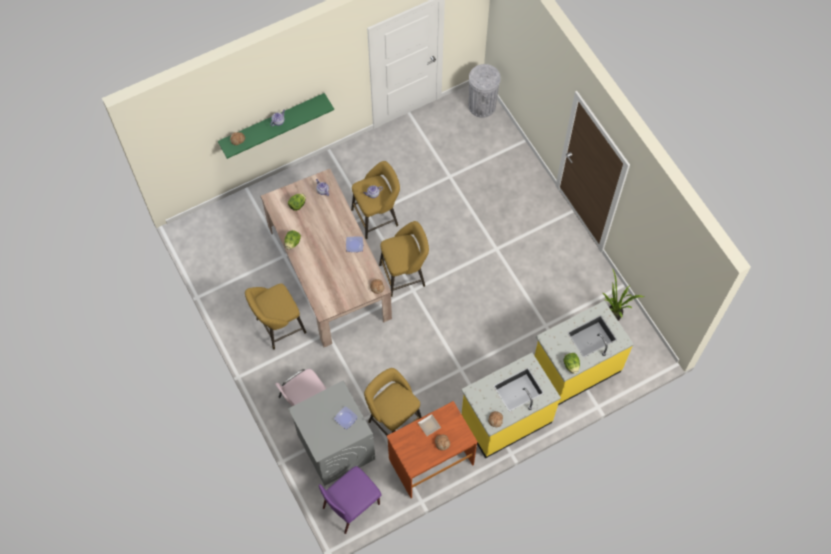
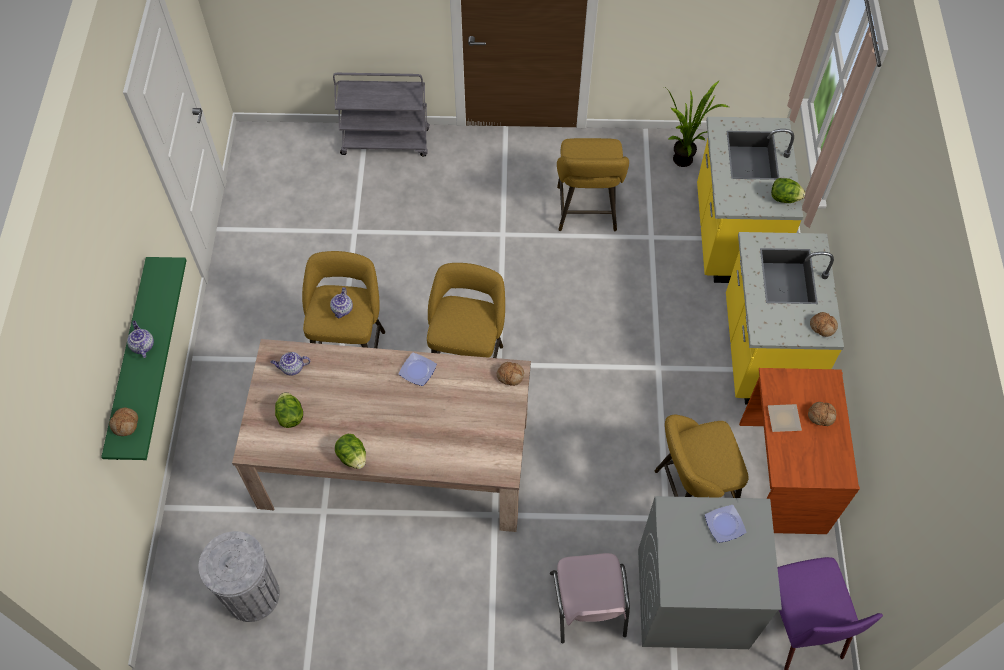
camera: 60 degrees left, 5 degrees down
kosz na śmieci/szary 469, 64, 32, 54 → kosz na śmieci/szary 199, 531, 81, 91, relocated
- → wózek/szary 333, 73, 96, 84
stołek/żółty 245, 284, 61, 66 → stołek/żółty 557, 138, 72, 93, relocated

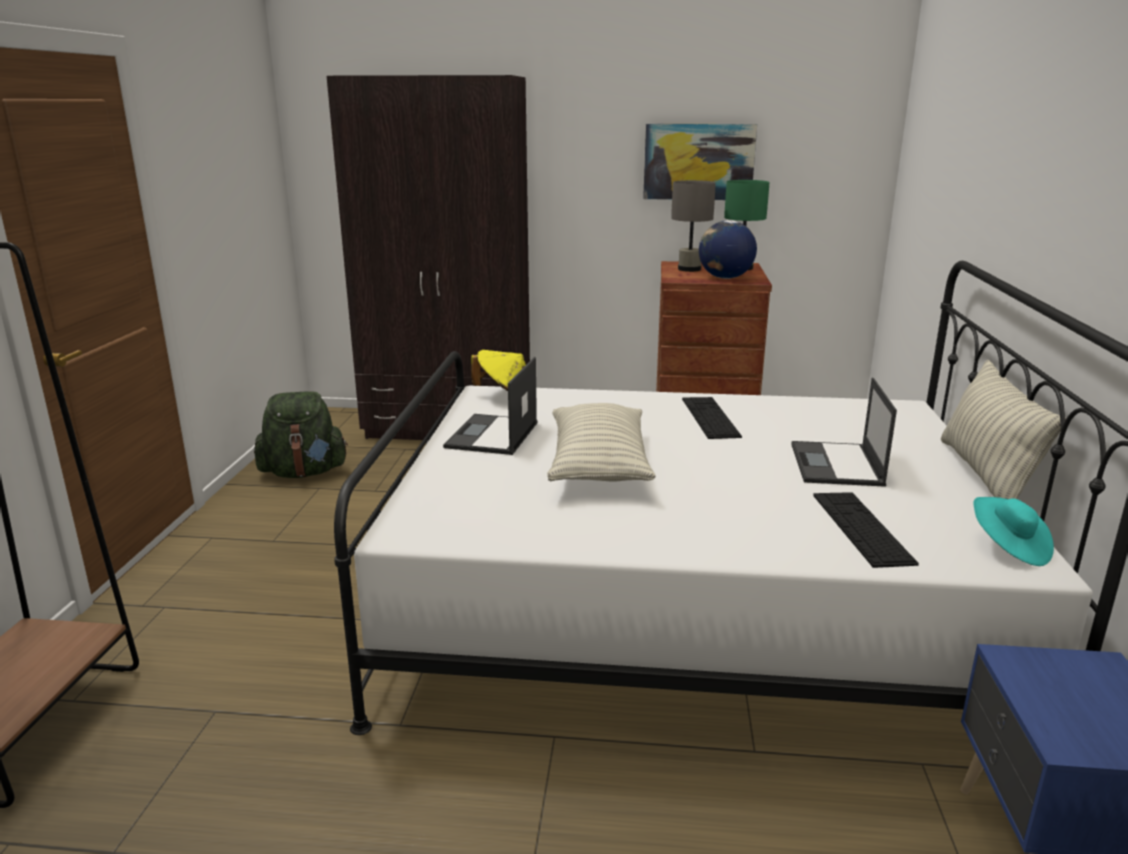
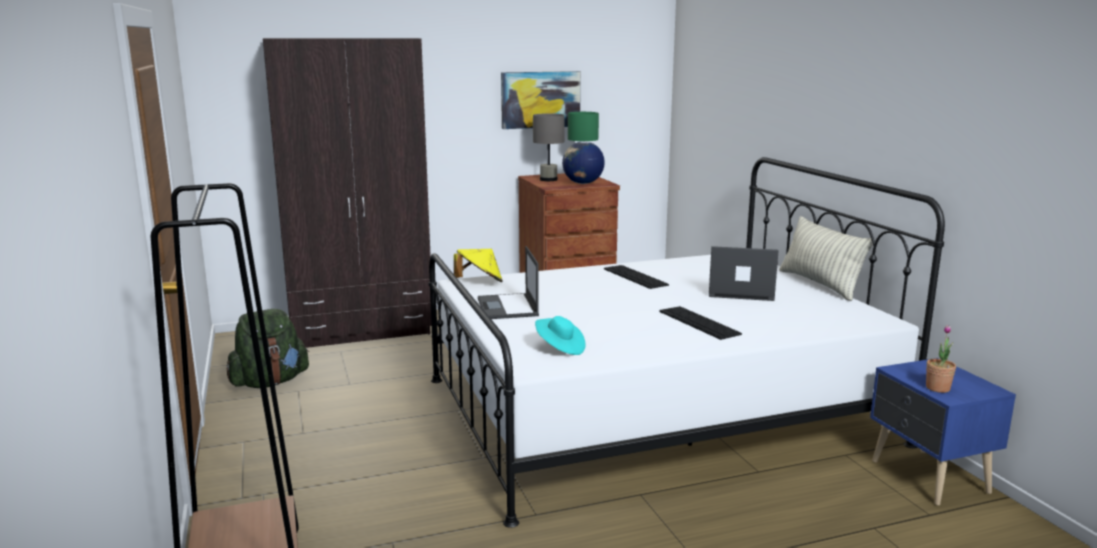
camera: 25 degrees left, 5 degrees down
kapelusz/turkusowy 973, 497, 81, 69 → kapelusz/turkusowy 535, 316, 51, 39, relocated
klawiatura 813, 492, 106, 76 → klawiatura 659, 306, 83, 34, relocated
laptop 791, 377, 106, 110 → laptop 709, 246, 70, 55, 120 degrees clockwise
- → roślina doniczkowa 926, 325, 30, 68
poduszka 547, 403, 109, 79 → -

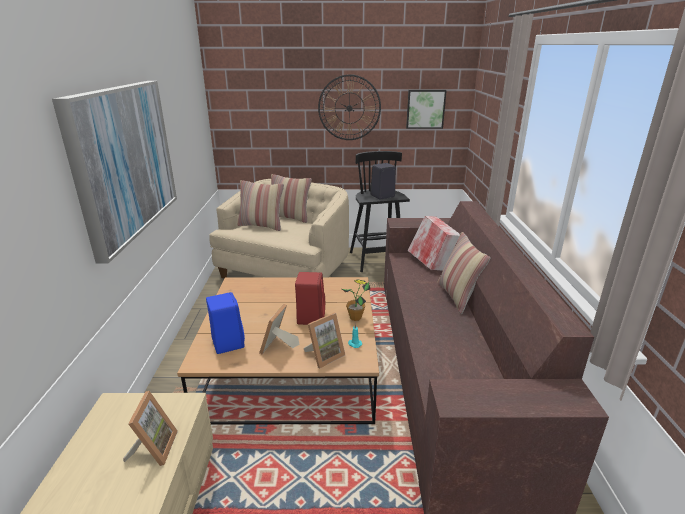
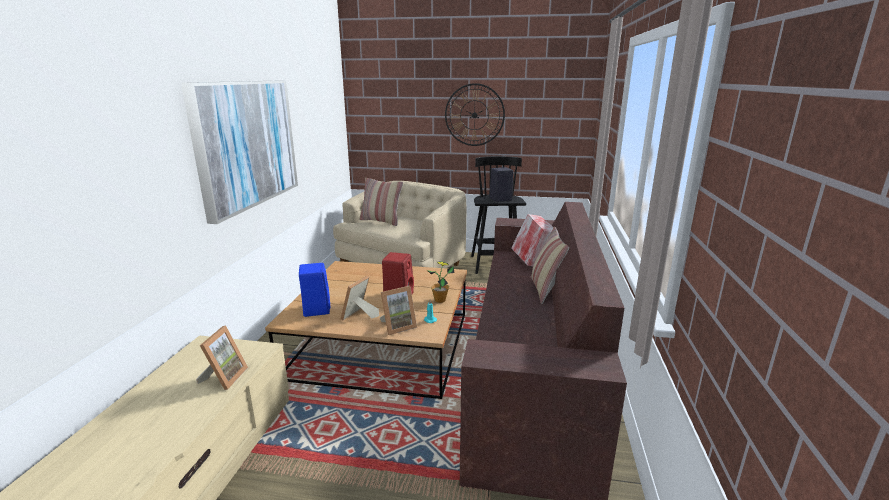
camera: 10 degrees right, 5 degrees down
poduszka 271, 174, 41, 49 → -
obraz 406, 90, 41, 39 → -

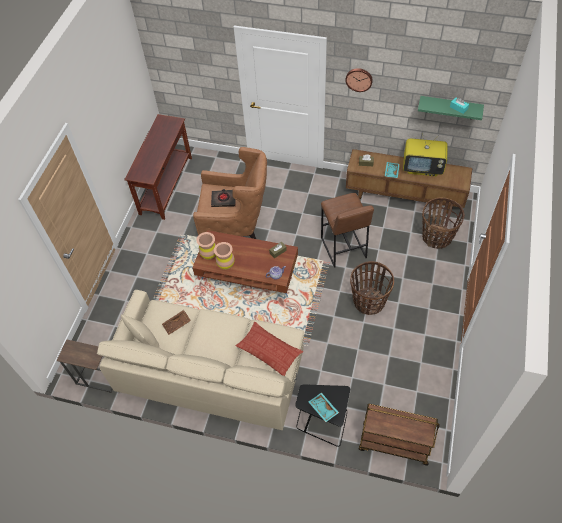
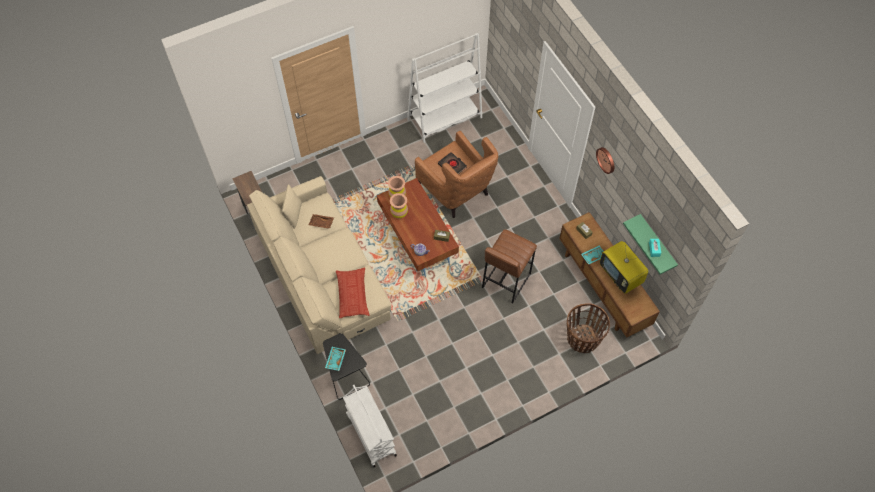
camera: 45 degrees right, 5 degrees up
wózek/brązowy 358, 404, 82, 62 → wózek/biały 343, 385, 54, 82
stolik konsolowy/brązowy 124, 114, 68, 106 → regał/biały 407, 33, 75, 110
koszyk 350, 261, 44, 54 → -

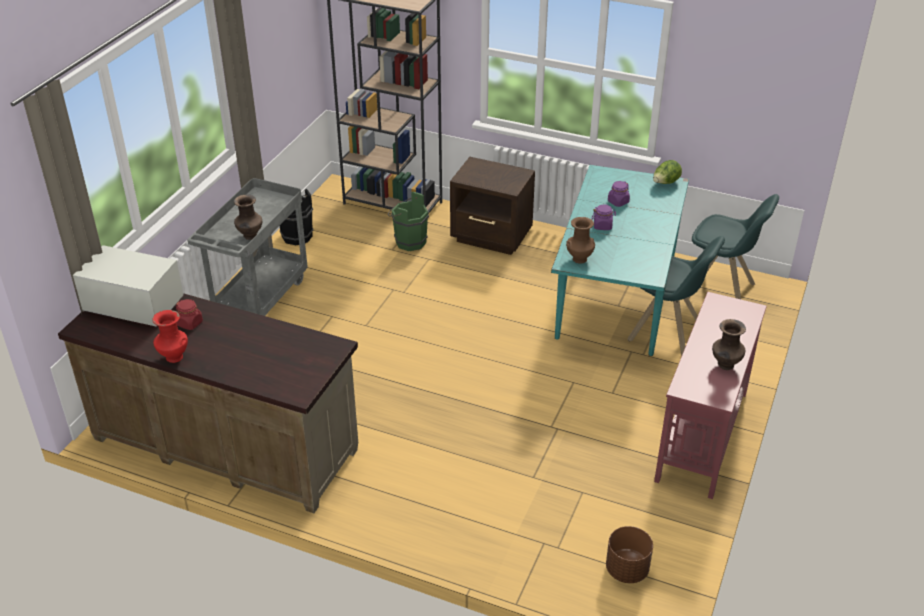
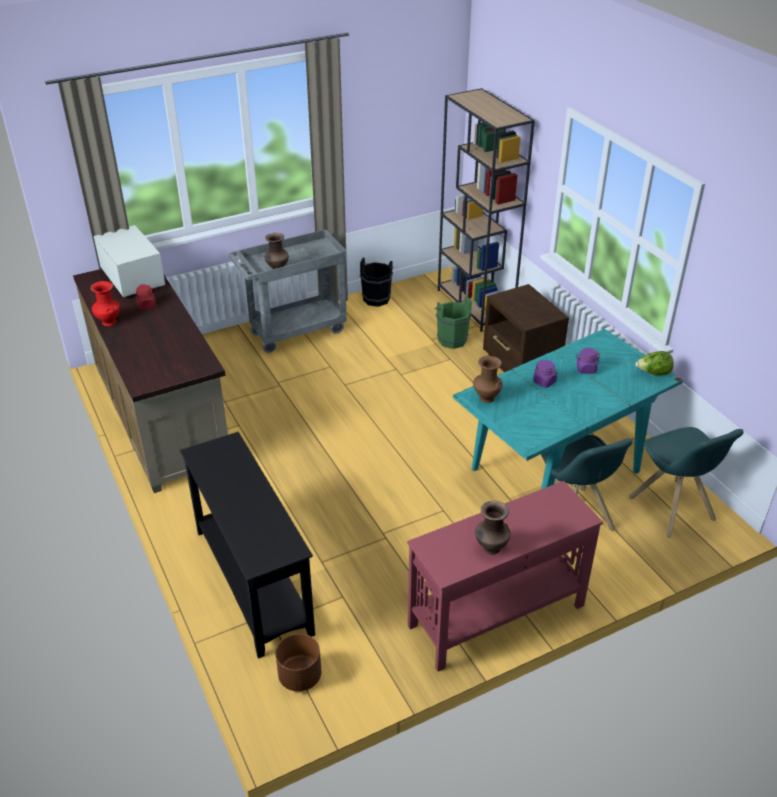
camera: 40 degrees right, 0 degrees up
- → stolik konsolowy/czarny 180, 432, 135, 226

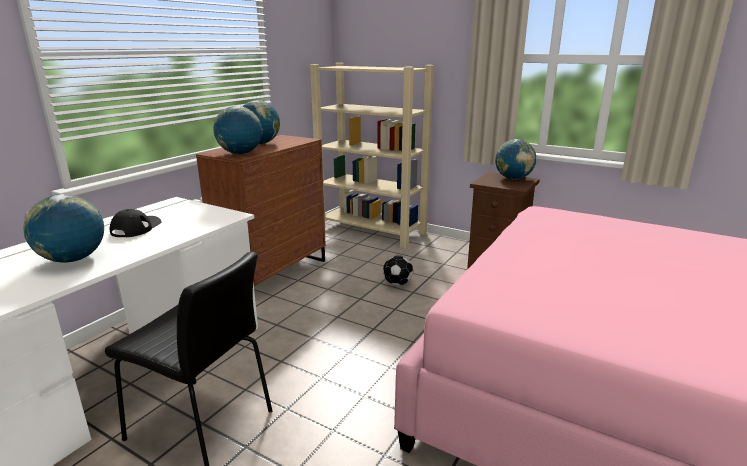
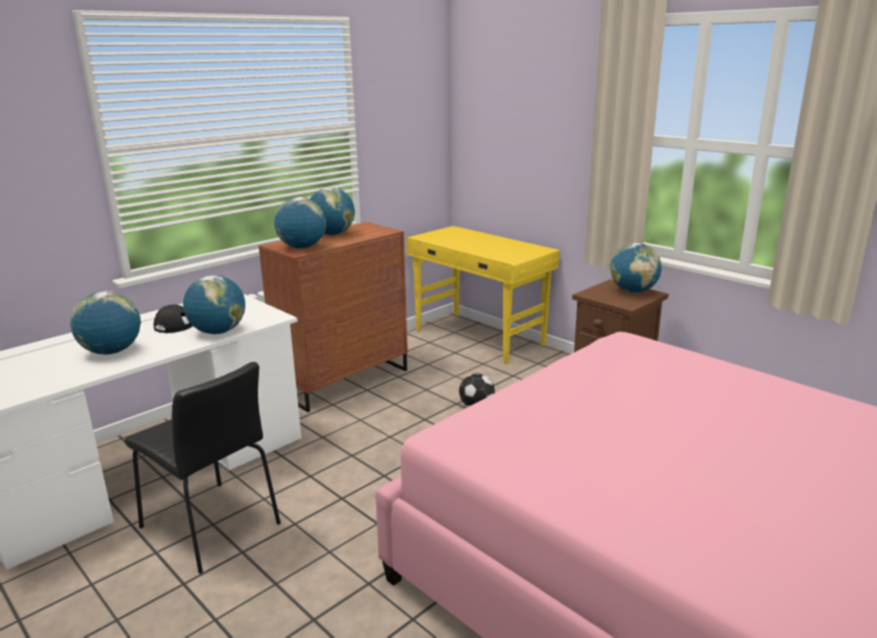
camera: 15 degrees right, 0 degrees up
- → globus 183, 275, 62, 59
regał/beżowy 310, 63, 124, 186 → stolik konsolowy/żółty 406, 226, 154, 138

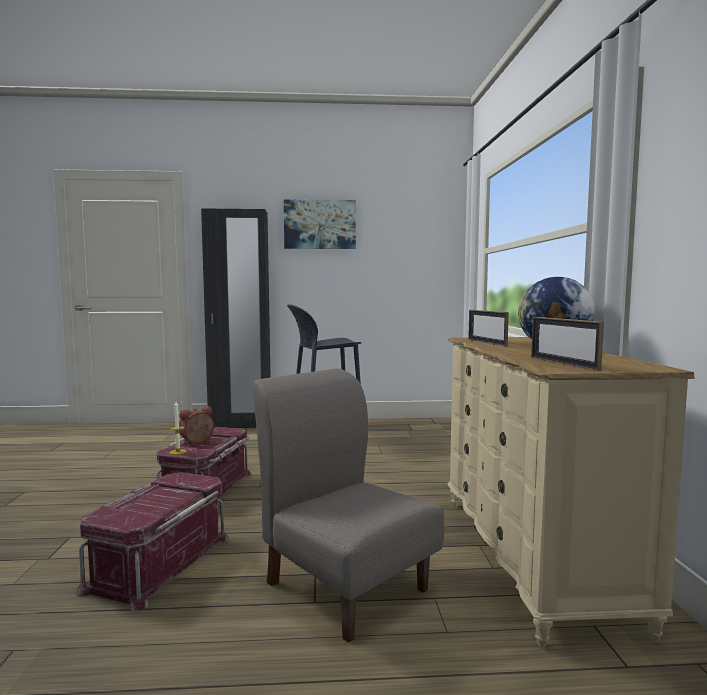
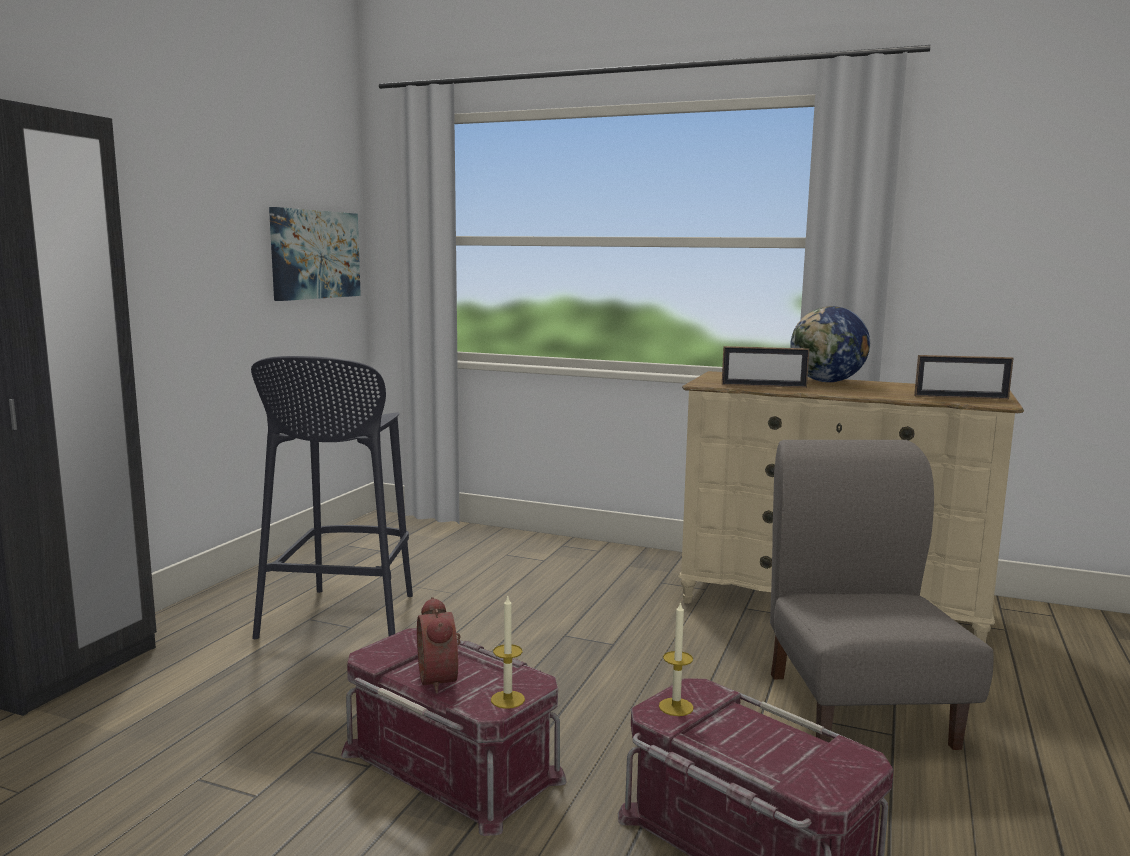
camera: 65 degrees left, 5 degrees up
obraz 284, 199, 72, 50 → obraz 269, 207, 92, 94, relocated
- → świeca 659, 601, 35, 115
krzesło/szary 253, 368, 191, 275 → krzesło/szary 770, 440, 223, 310, 105 degrees clockwise

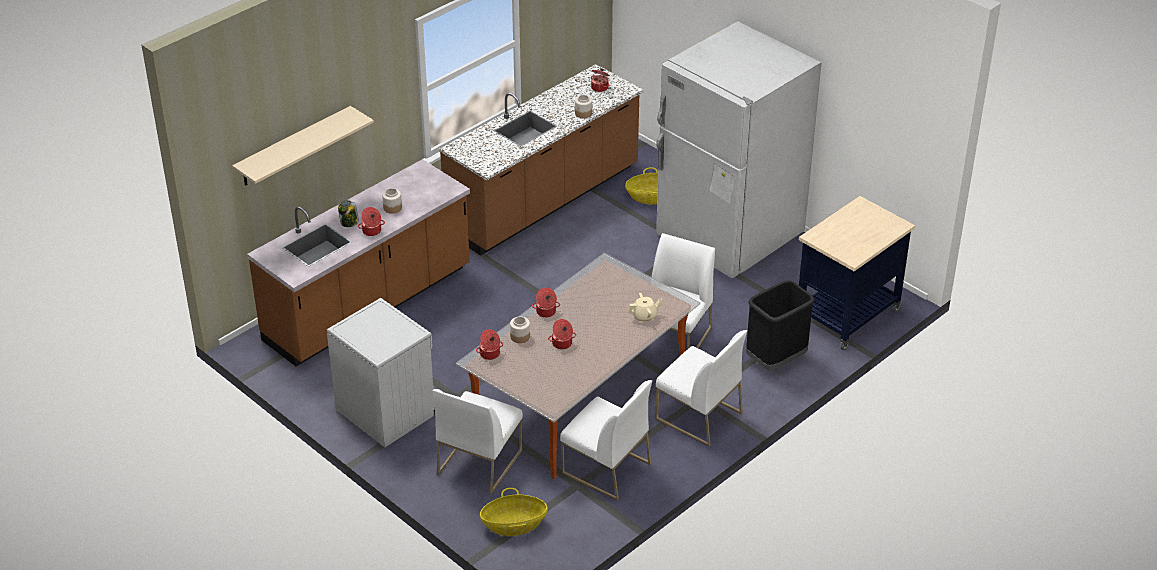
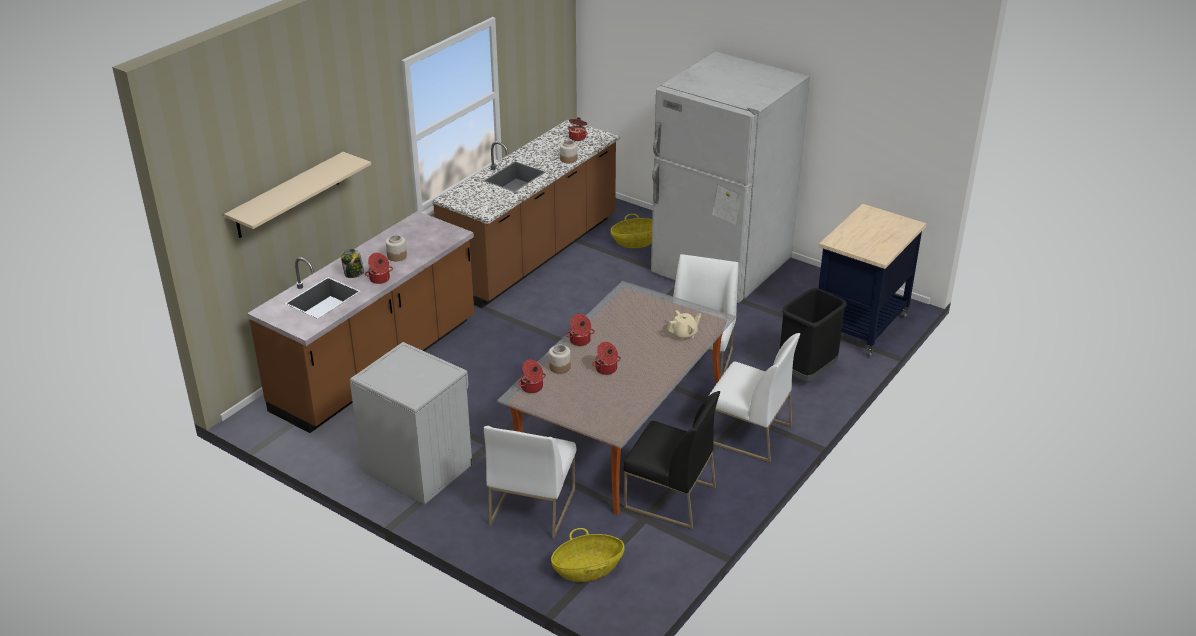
camera: 10 degrees left, 5 degrees down
krzesło/biały 560, 380, 92, 121 → krzesło/czarny 624, 391, 96, 138

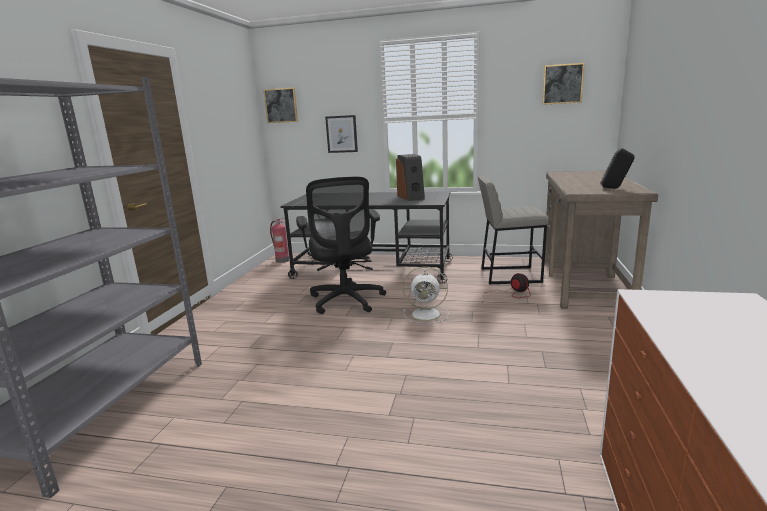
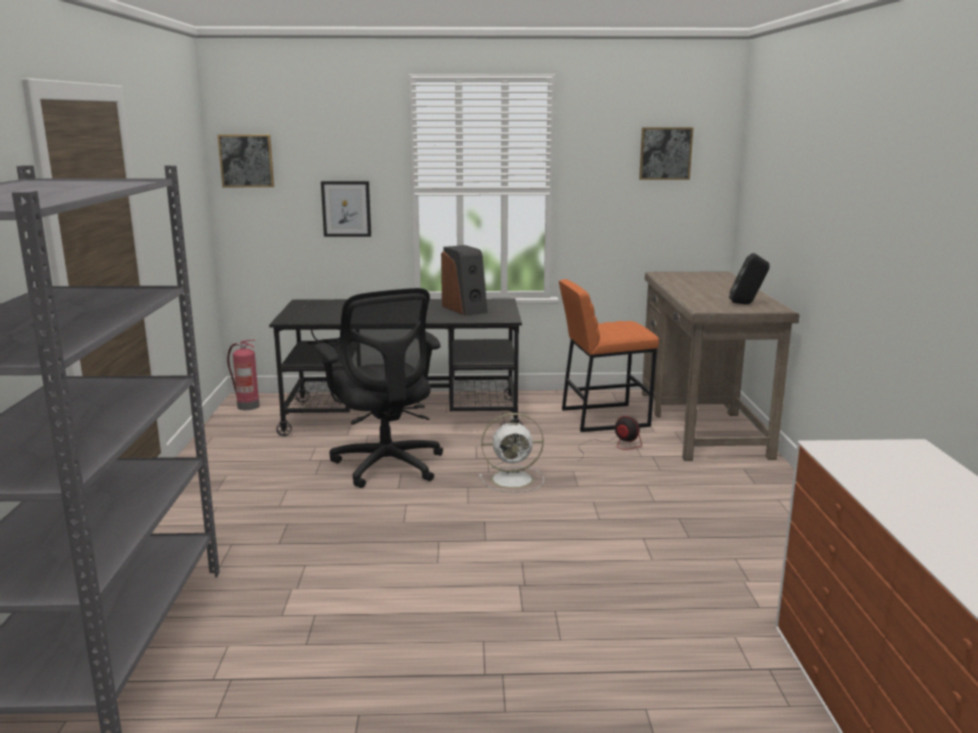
camera: 15 degrees left, 0 degrees up
krzesło/szary 478, 176, 71, 108 → krzesło/pomarańczowy 559, 279, 100, 153

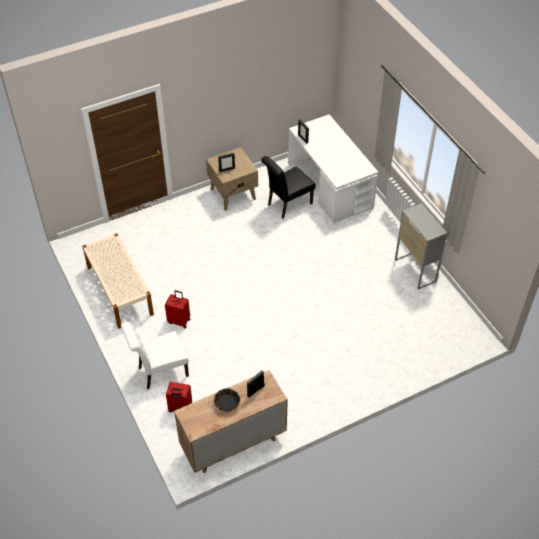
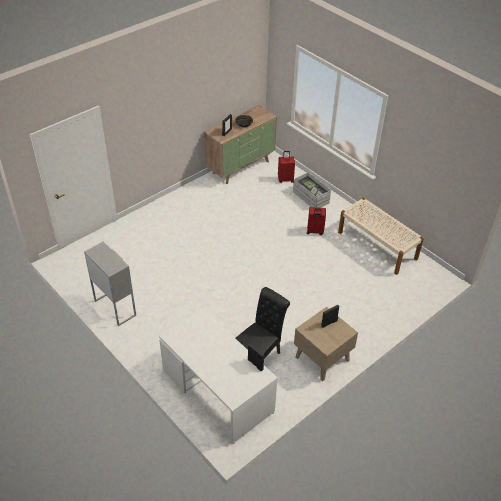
camera: 165 degrees right, 5 degrees down
krzesło/biały 121, 322, 68, 68 → pojemnik do przechowywania/szary 293, 172, 38, 36

